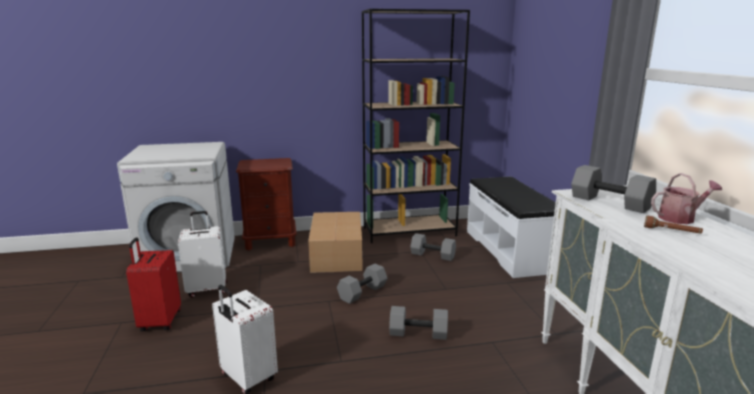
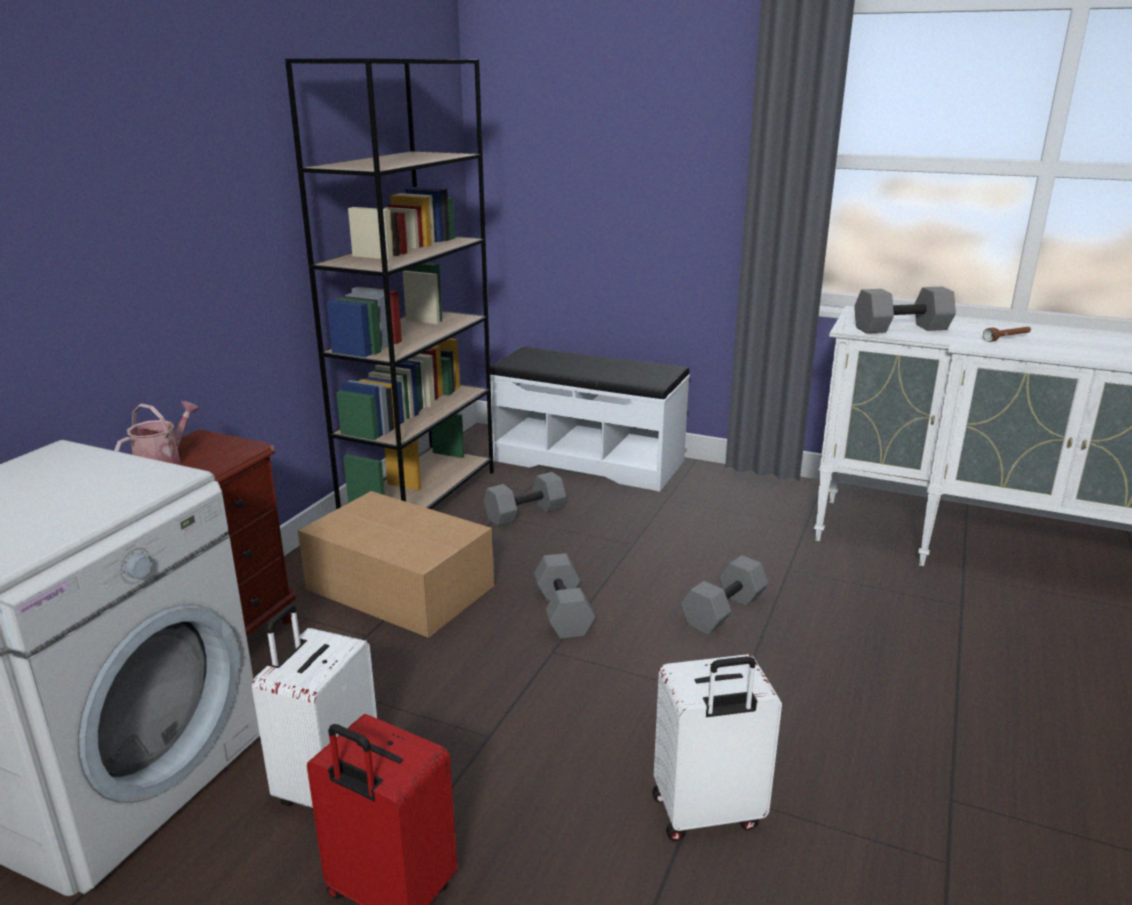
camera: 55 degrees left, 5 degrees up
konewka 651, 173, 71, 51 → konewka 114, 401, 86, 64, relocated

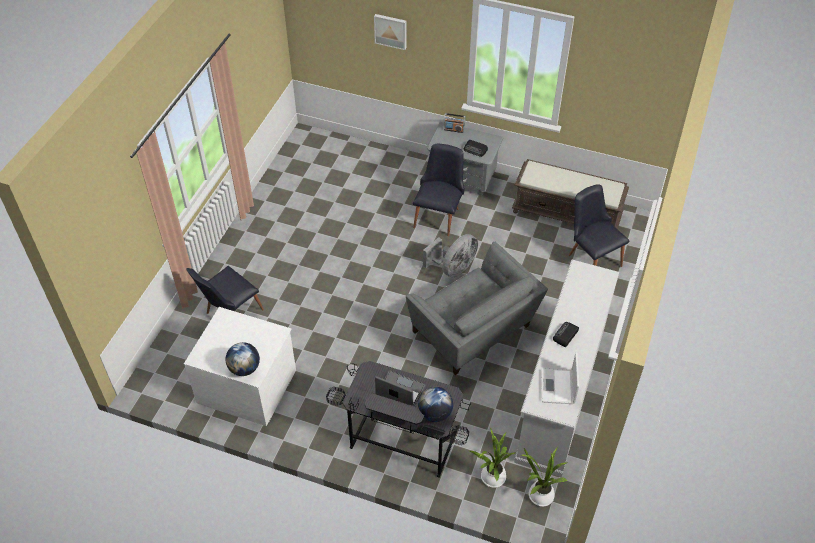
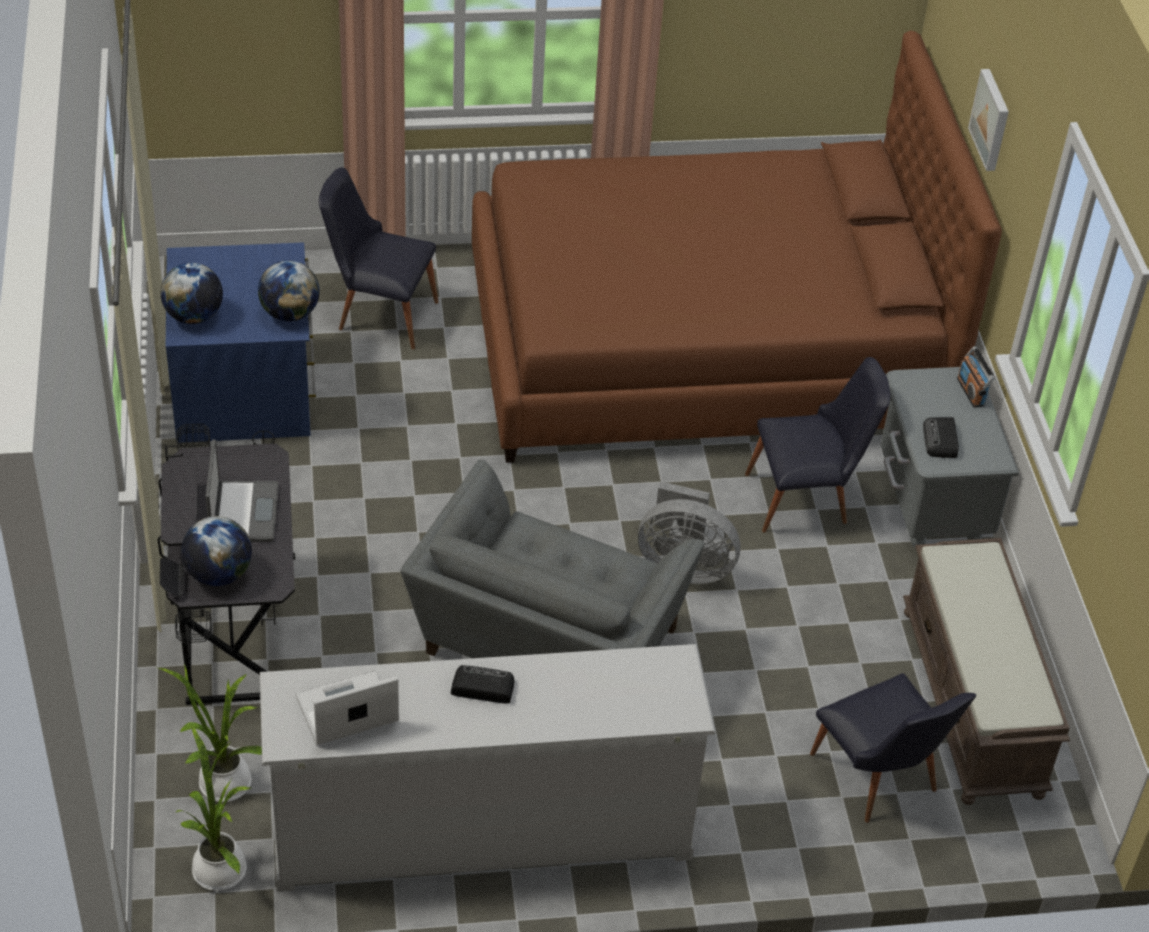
camera: 60 degrees right, 5 degrees down
komoda/biały 184, 307, 112, 119 → komoda/niebieski 166, 242, 150, 201
- → globus 258, 260, 62, 61
- → łóżko/brązowy 472, 30, 530, 433
krzesło/czarny 568, 184, 61, 83 → krzesło/czarny 810, 673, 166, 150, 120 degrees clockwise

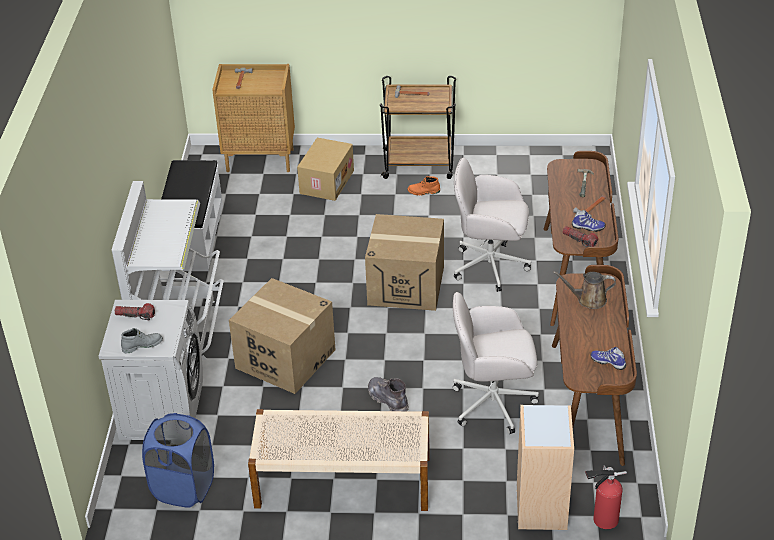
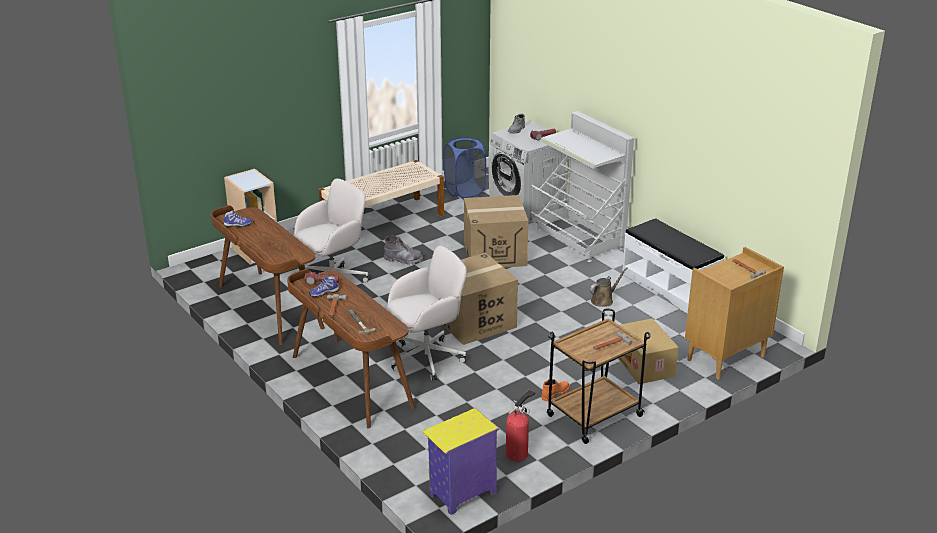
camera: 140 degrees right, 10 degrees down
- → szafka nocna 422, 408, 77, 107
gaśnica 585, 466, 42, 63 → gaśnica 506, 390, 29, 71, relocated
konewka/brązowy 553, 271, 63, 38 → konewka/brązowy 589, 268, 39, 39, relocated

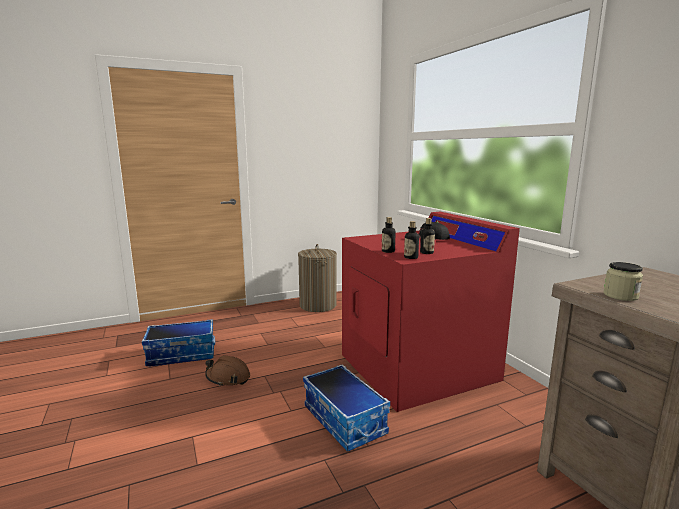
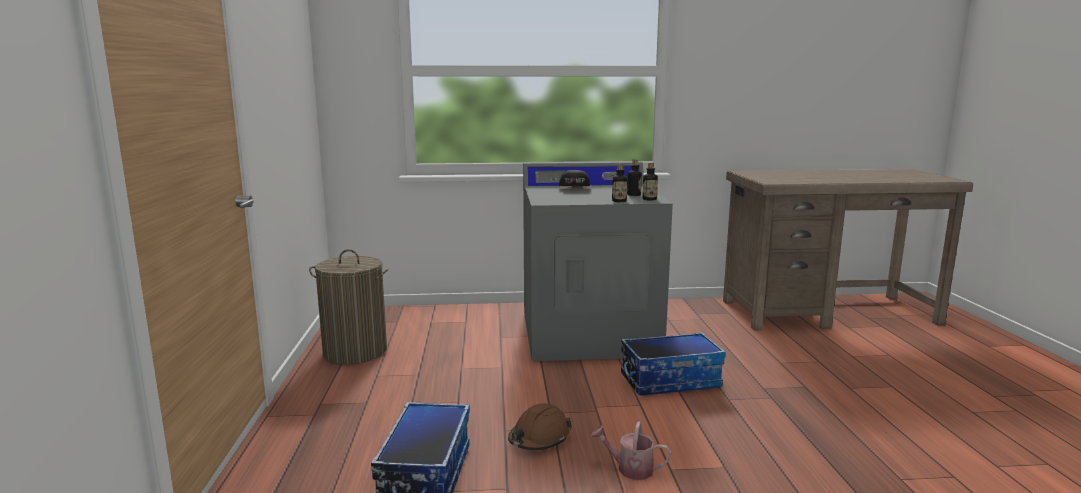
camera: 70 degrees left, 0 degrees up
pralka/czerwony 342, 212, 178, 200 → pralka/szary 523, 161, 150, 200
- → konewka 591, 422, 80, 58
słoik 603, 262, 40, 39 → -

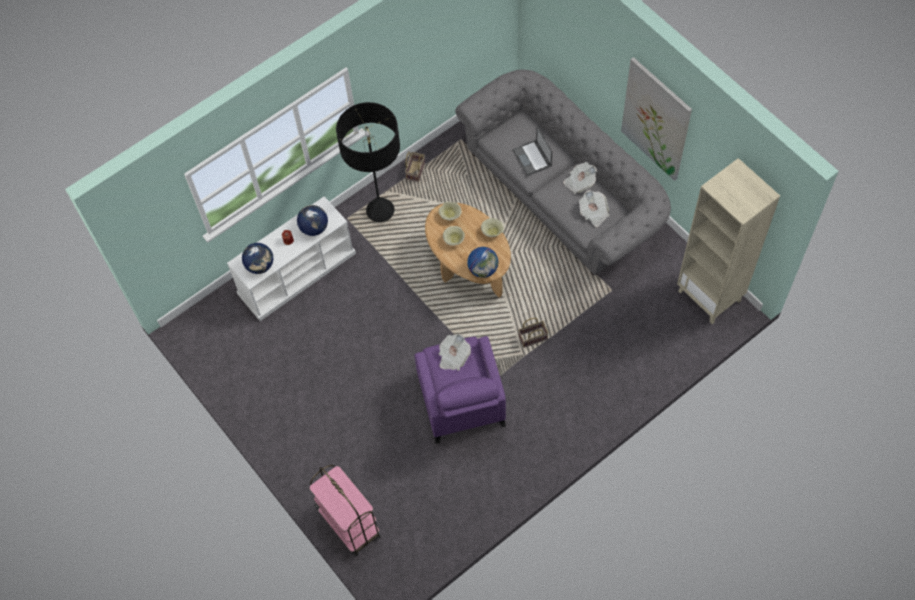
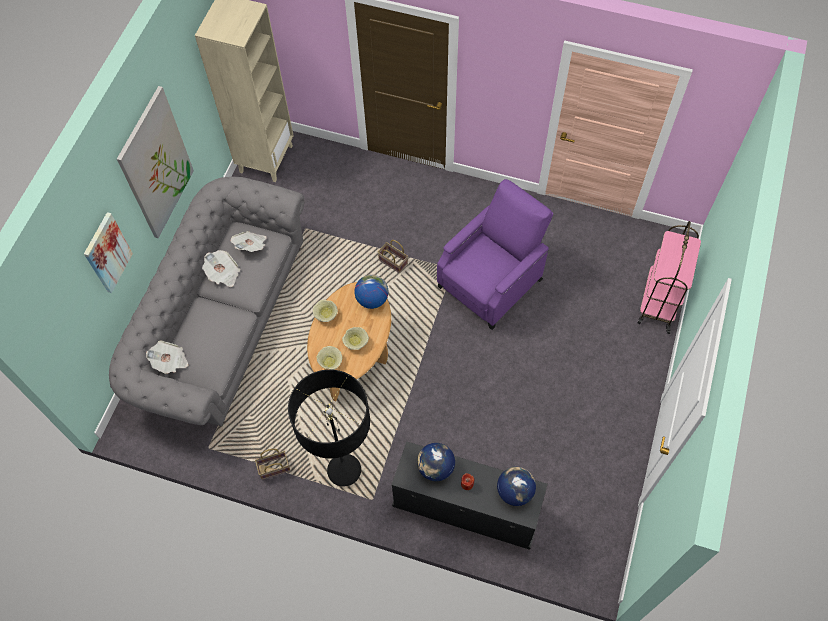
camera: 125 degrees left, 0 degrees up
- → obraz 84, 212, 49, 81
gazeta 439, 334, 32, 37 → gazeta 146, 340, 42, 34, relocated
szafka pod telewizor/biały 227, 196, 129, 125 → szafka pod telewizor/czarny 392, 441, 156, 109
laptop 513, 126, 39, 50 → -

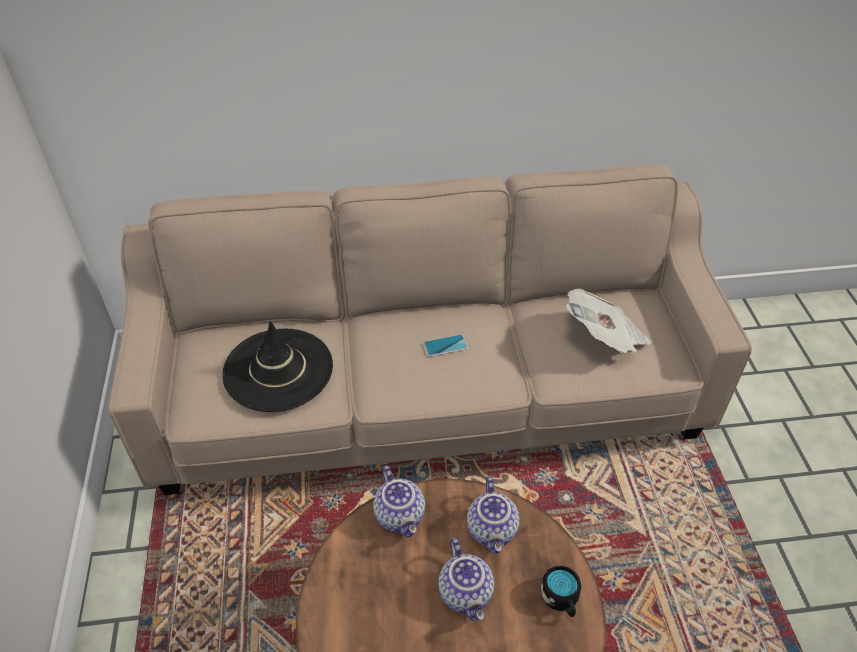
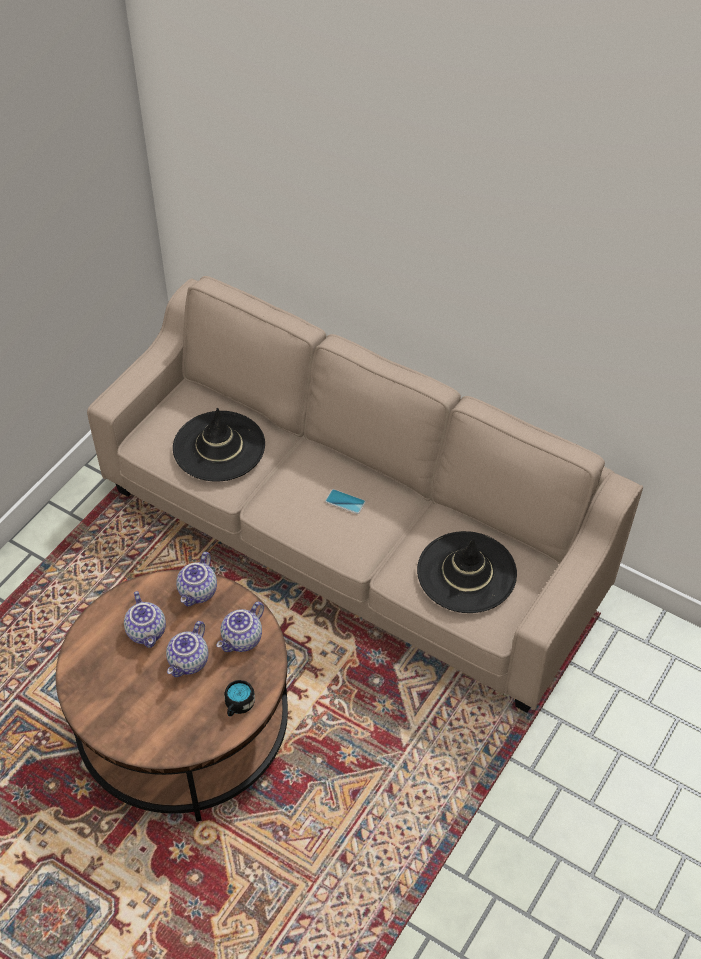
camera: 40 degrees right, 5 degrees up
- → imbryk 124, 591, 42, 57
gazeta 565, 289, 87, 65 → kapelusz/czarny 417, 531, 100, 82

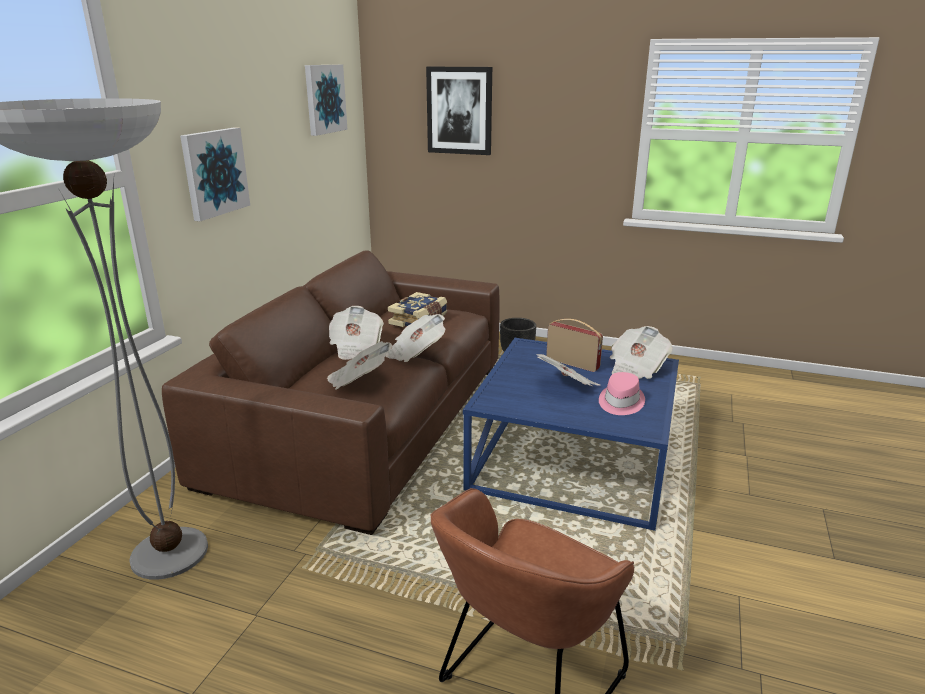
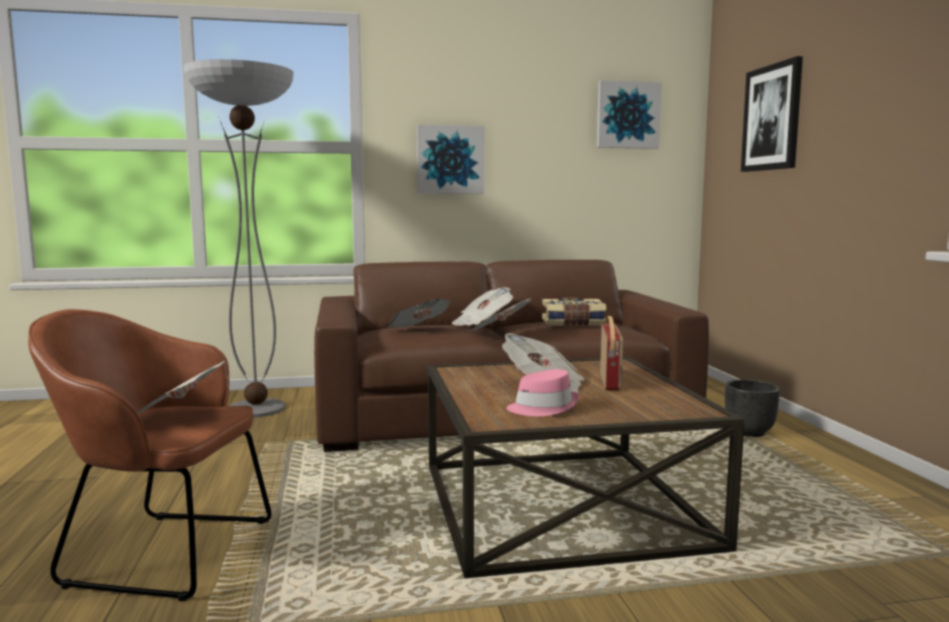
camera: 60 degrees right, 15 degrees down
gazeta 610, 326, 62, 53 → gazeta 136, 361, 89, 53, relocated
ława/niebieski 463, 338, 216, 193 → ława/brązowy 428, 357, 317, 221

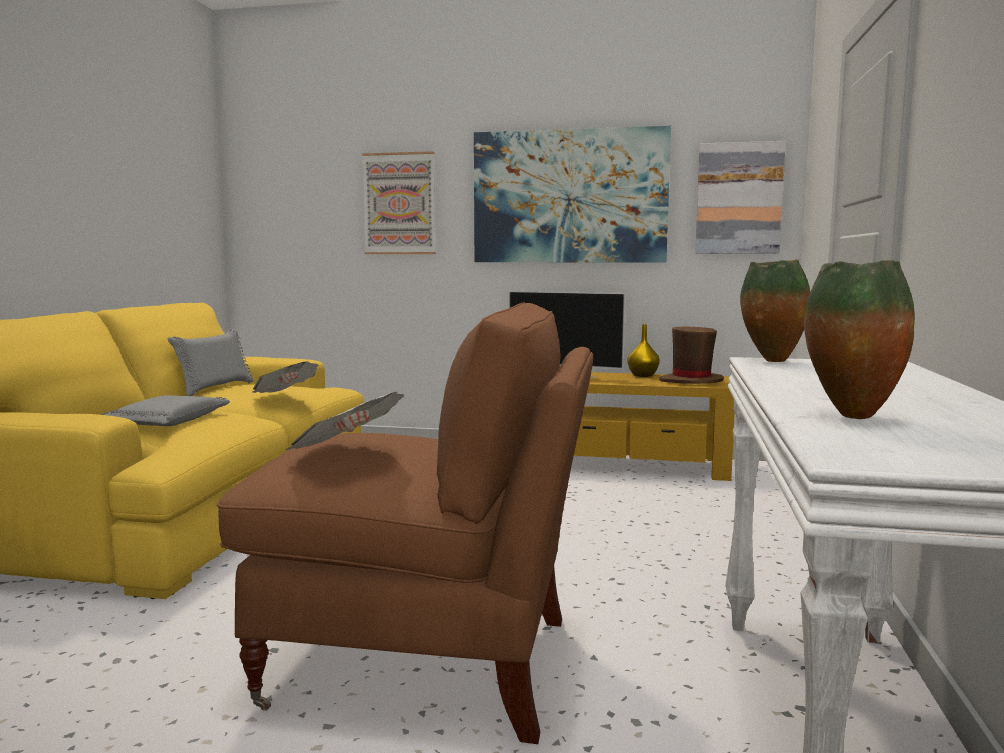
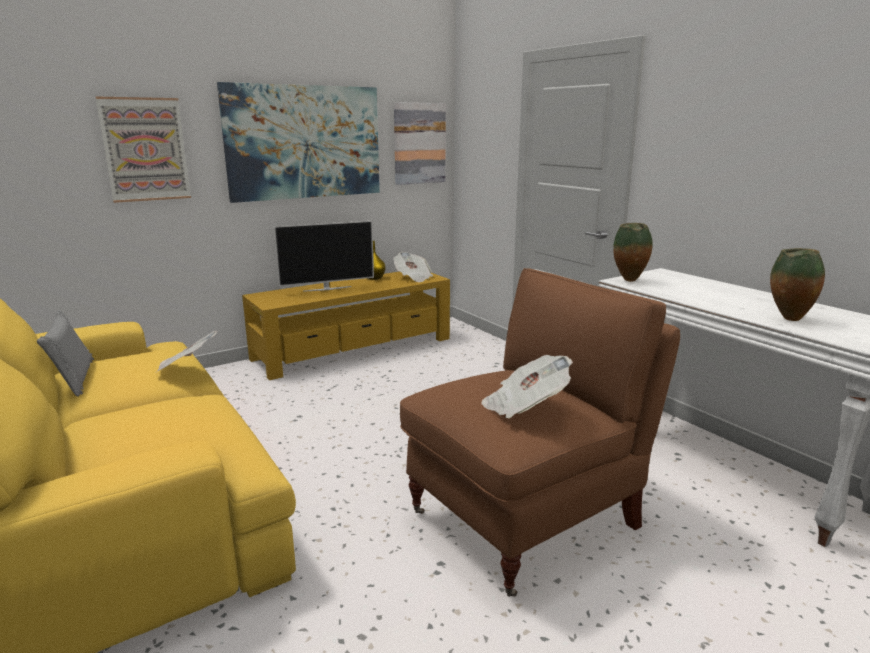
camera: 45 degrees left, 10 degrees up
kapelusz/brązowy 659, 326, 65, 58 → gazeta 393, 252, 40, 30
poduszka/szary 101, 395, 129, 31 → -

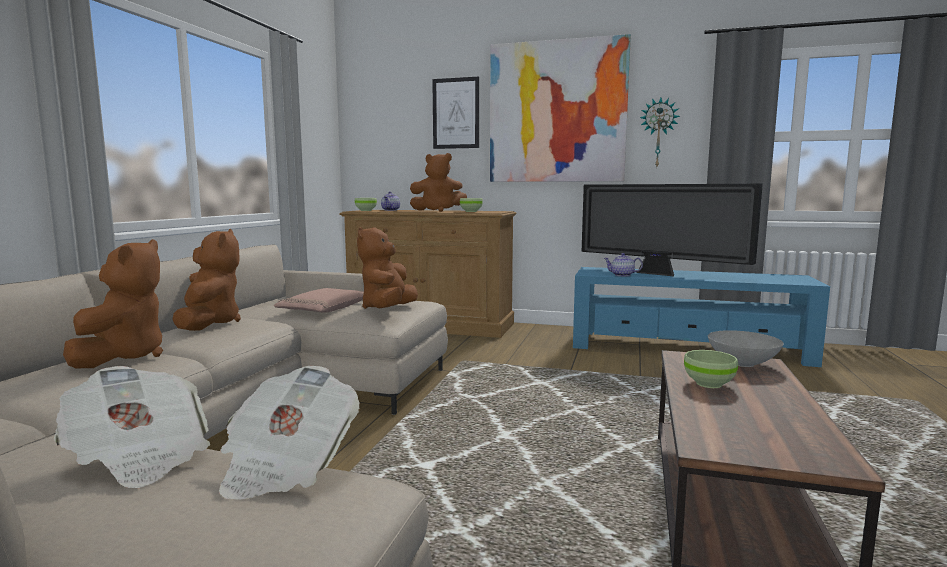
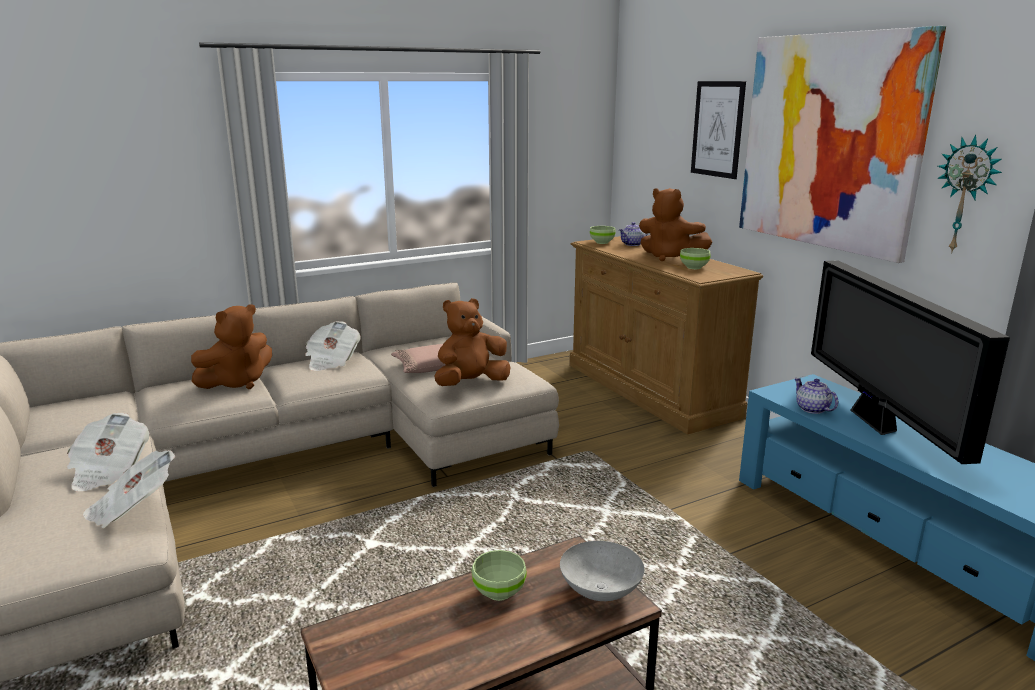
camera: 45 degrees right, 10 degrees up
pluszak/brązowy 172, 229, 69, 102 → gazeta 306, 321, 54, 50

